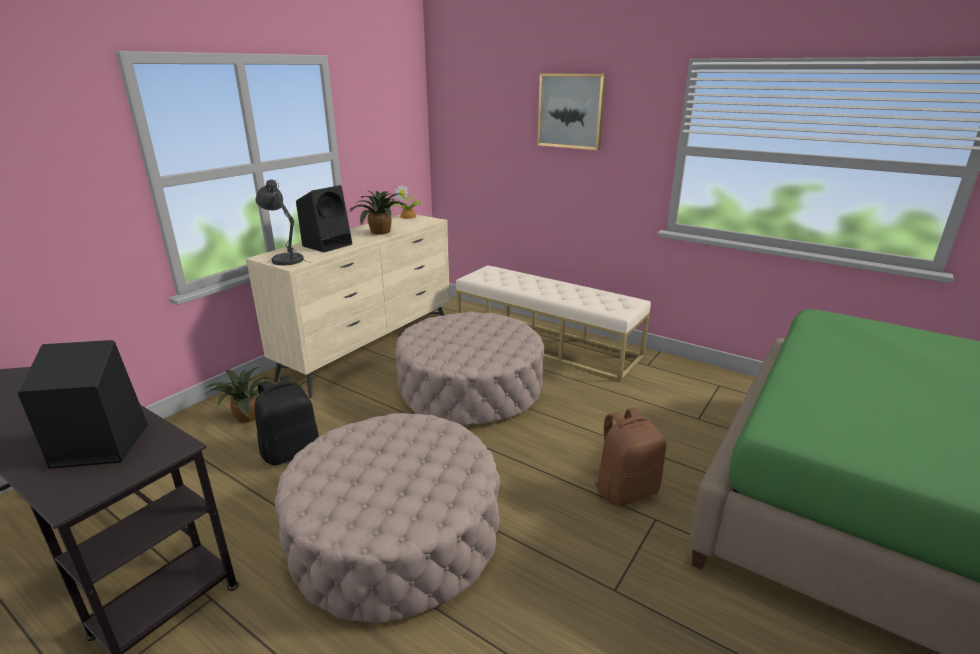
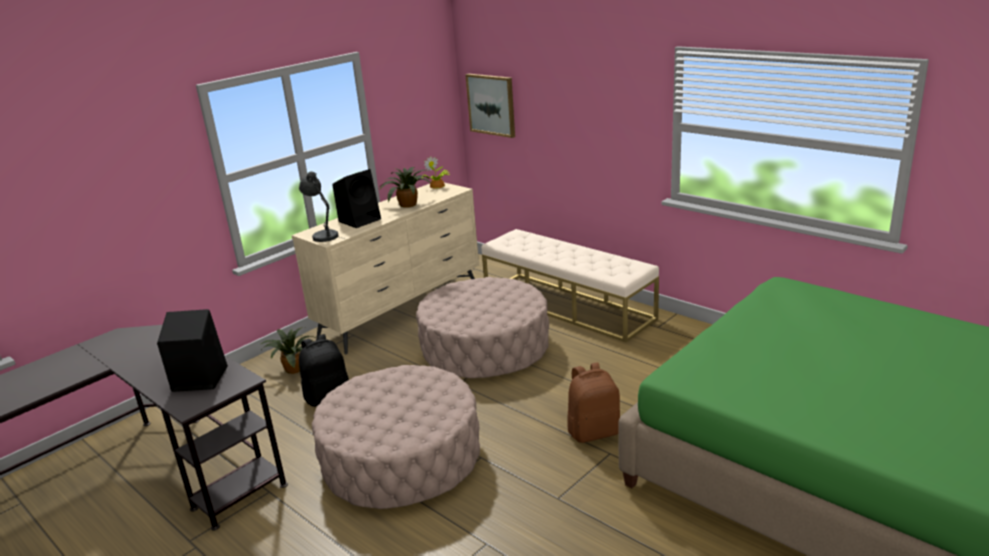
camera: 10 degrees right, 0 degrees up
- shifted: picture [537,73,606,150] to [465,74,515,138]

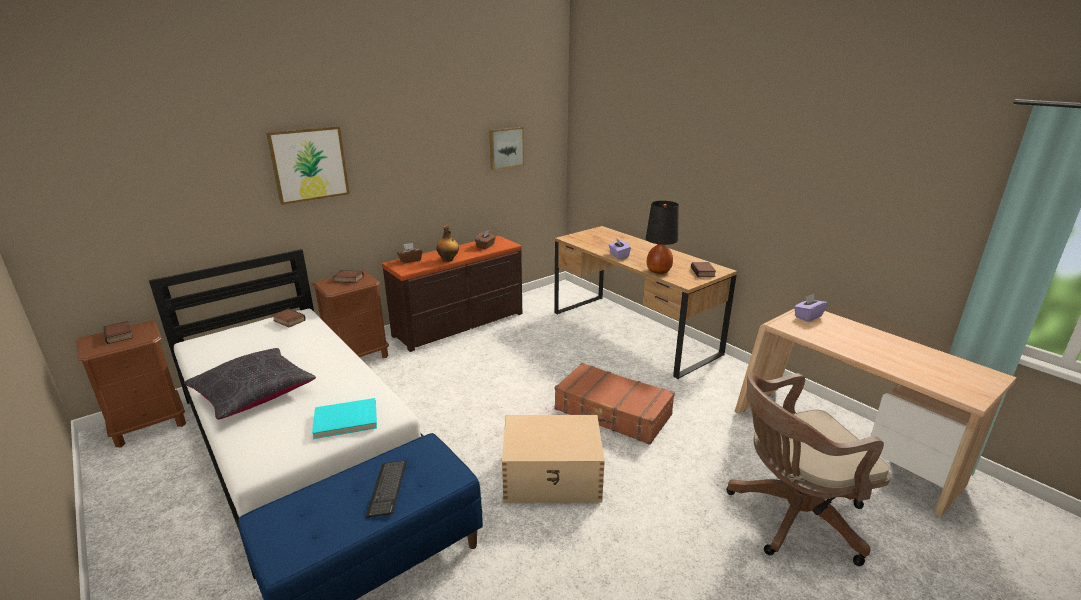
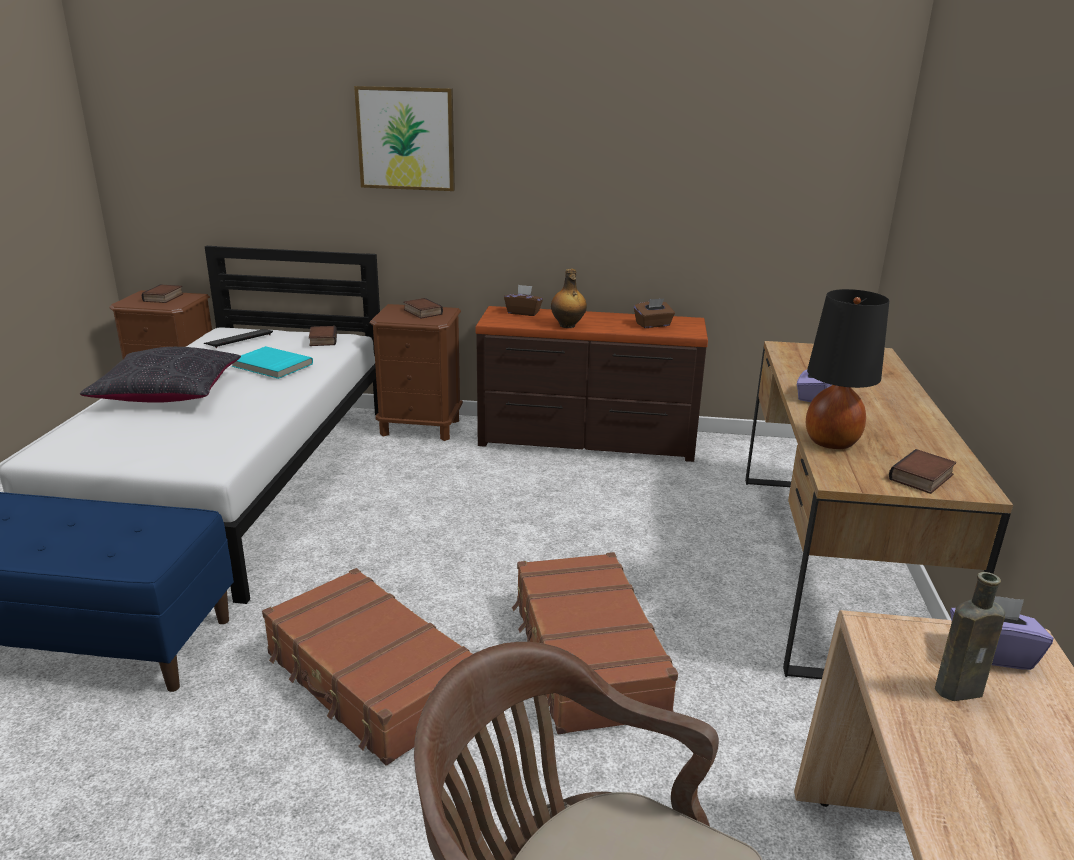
camera: 45 degrees right, 0 degrees up
- shifted: keyboard [365,460,407,518] to [204,329,273,348]
- shifted: turquoise book [312,398,377,439] to [232,346,313,379]
- swapped: beige storage box [502,415,605,503] to brown suitcase [262,568,472,765]
- new: brown bottle [935,572,1005,701]
- gone: picture [489,127,524,170]

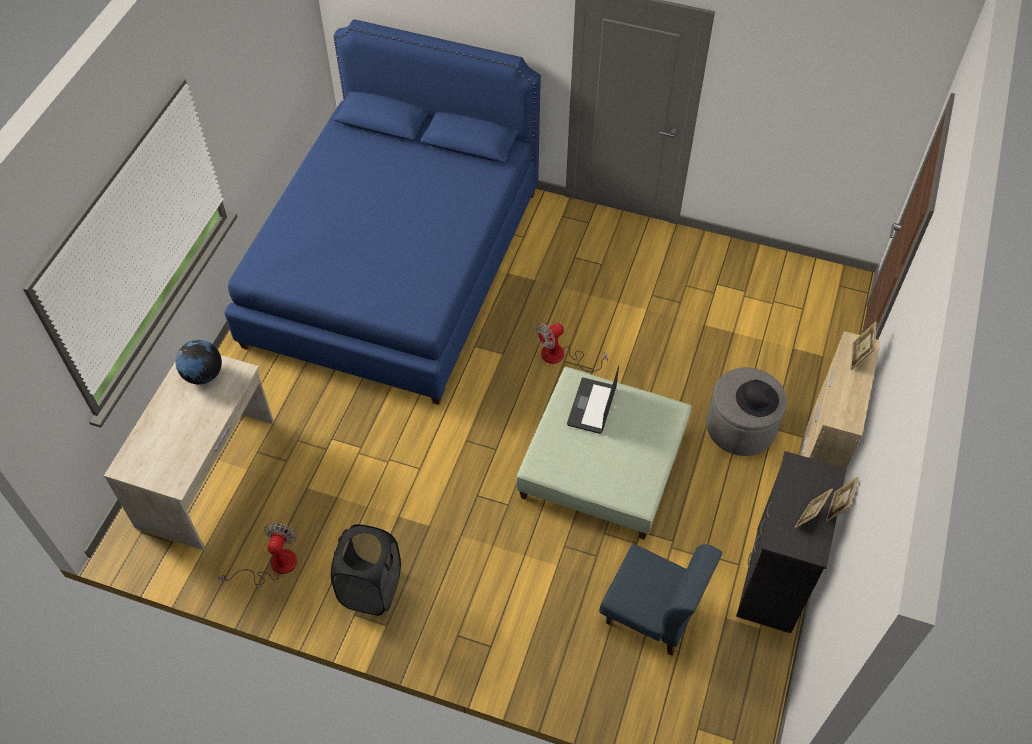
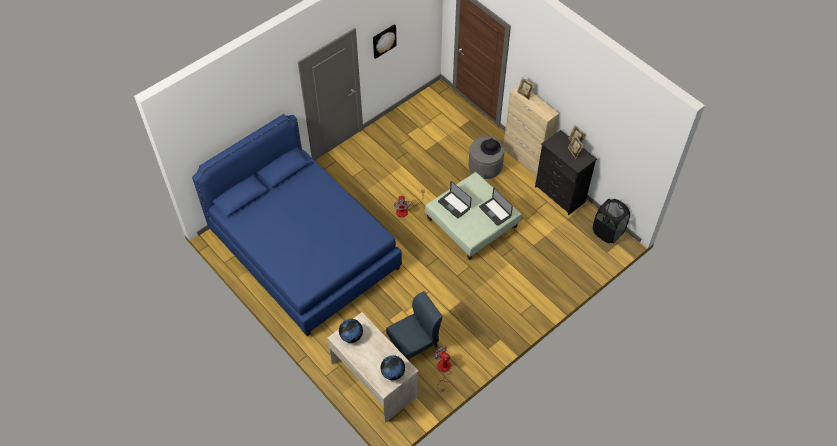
camera: 60 degrees left, 0 degrees up
- new: picture [373,24,397,59]
- new: globe [381,355,405,380]
- shifted: blue chair [599,544,723,656] to [386,291,443,360]
- new: laptop [479,187,513,226]
- shifted: black laundry basket [331,524,401,615] to [593,199,630,243]

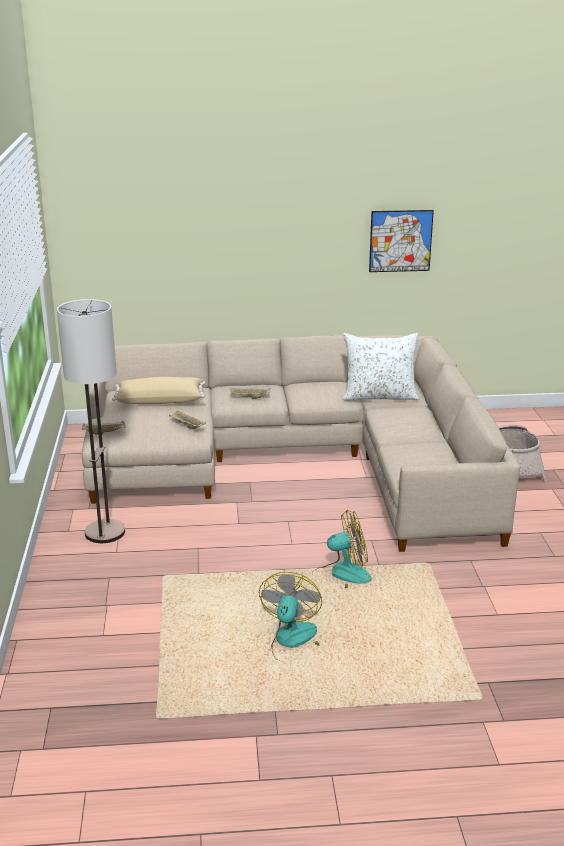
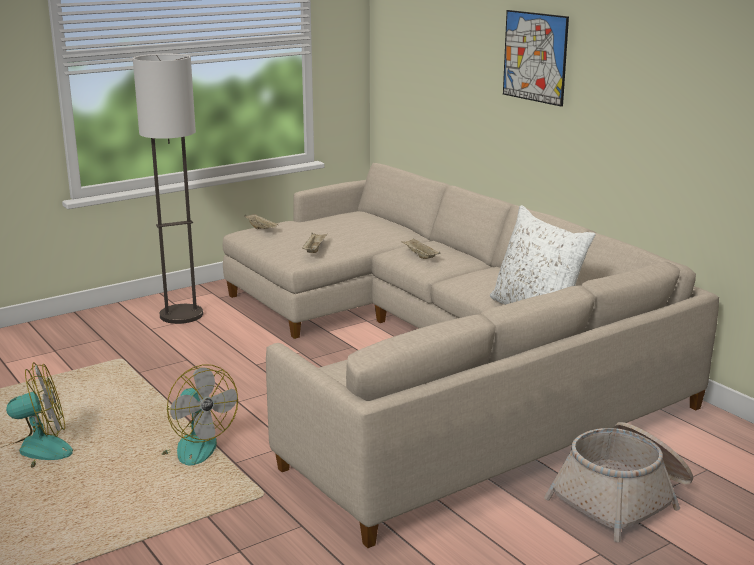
camera: 60 degrees right, 5 degrees down
- shifted: picture [369,210,434,272] to [503,10,569,107]
- gone: beige pillow [112,377,205,404]

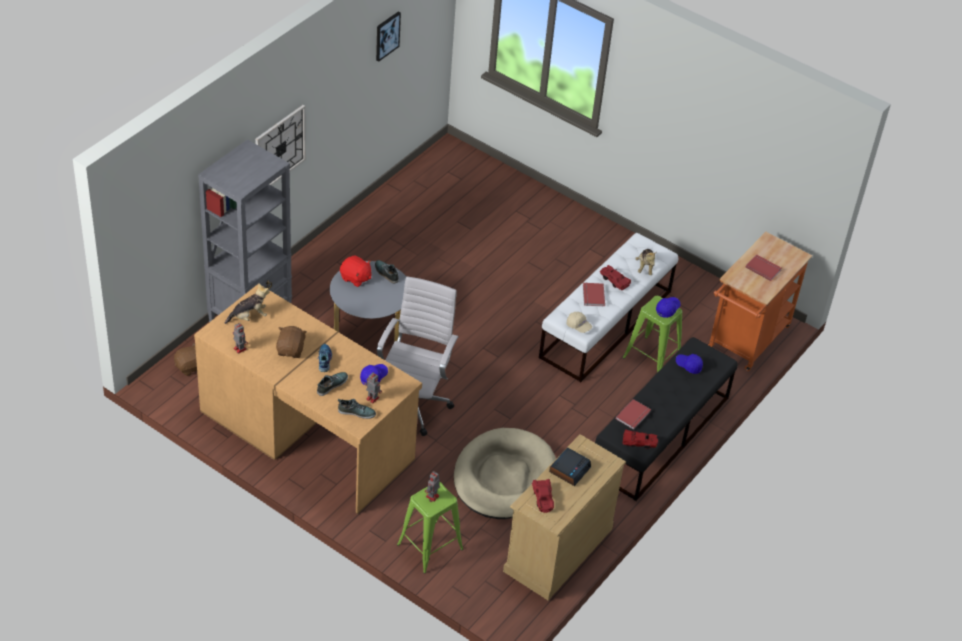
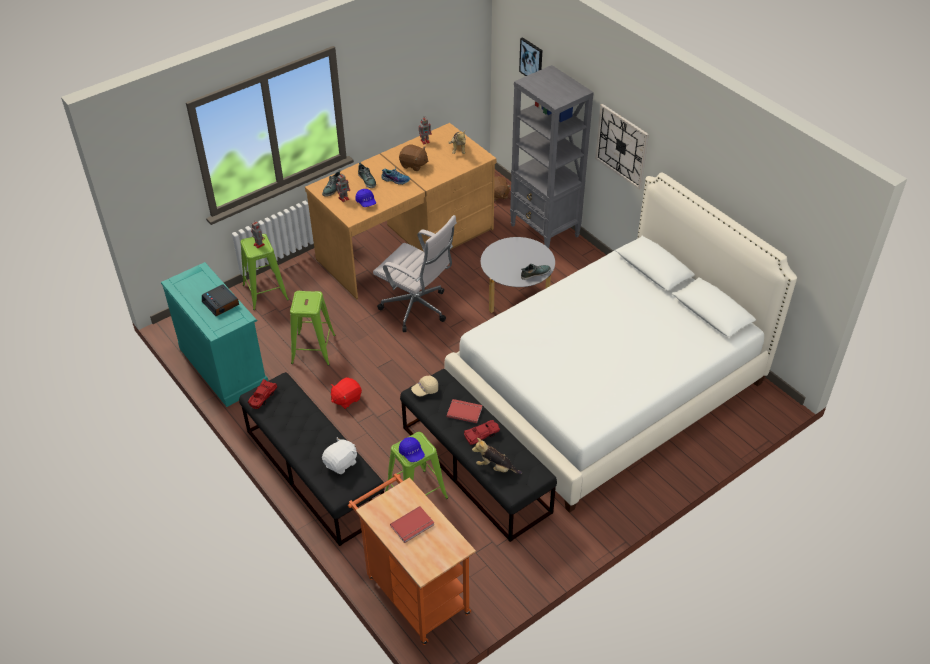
camera: 110 degrees right, 0 degrees up
- repainted: beige dresser [503,434,626,600] to turquoise dresser [161,262,268,407]
- swapped: beige dog bed [454,428,556,519] to green stool [290,291,336,366]
- swapped: blue cap [676,354,703,374] to white plush toy [322,437,357,474]
- shifted: red plush toy [340,255,371,287] to [330,377,362,409]
- repainted: white bench [539,233,678,382] to black bench [400,369,557,542]
- new: white bed [445,173,797,513]
- shifted: picture [376,12,401,62] to [519,37,542,76]
- gone: red toy car [532,479,554,513]
- gone: red book [615,399,651,430]

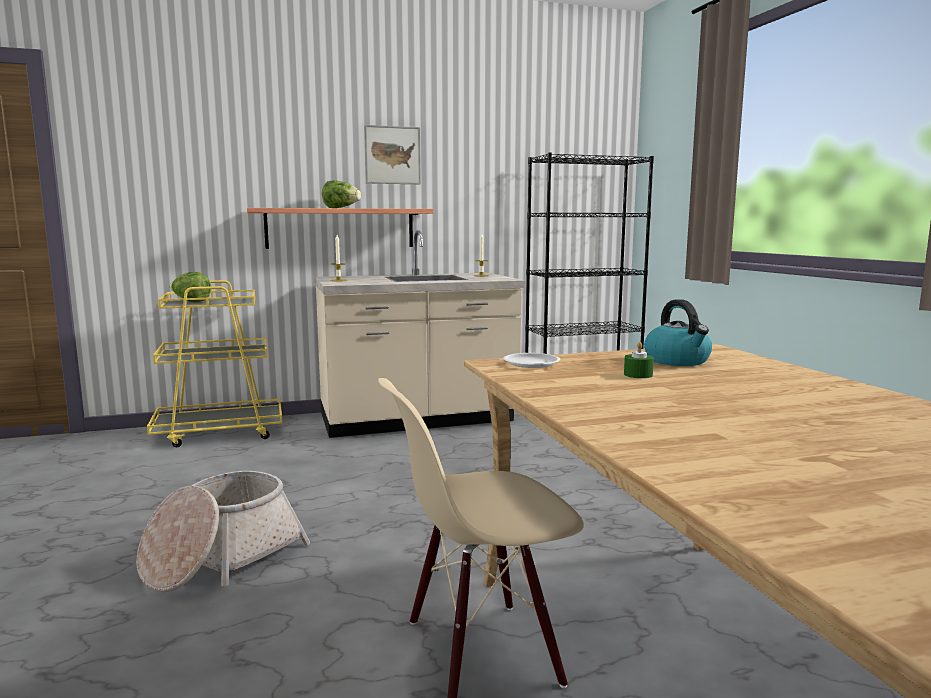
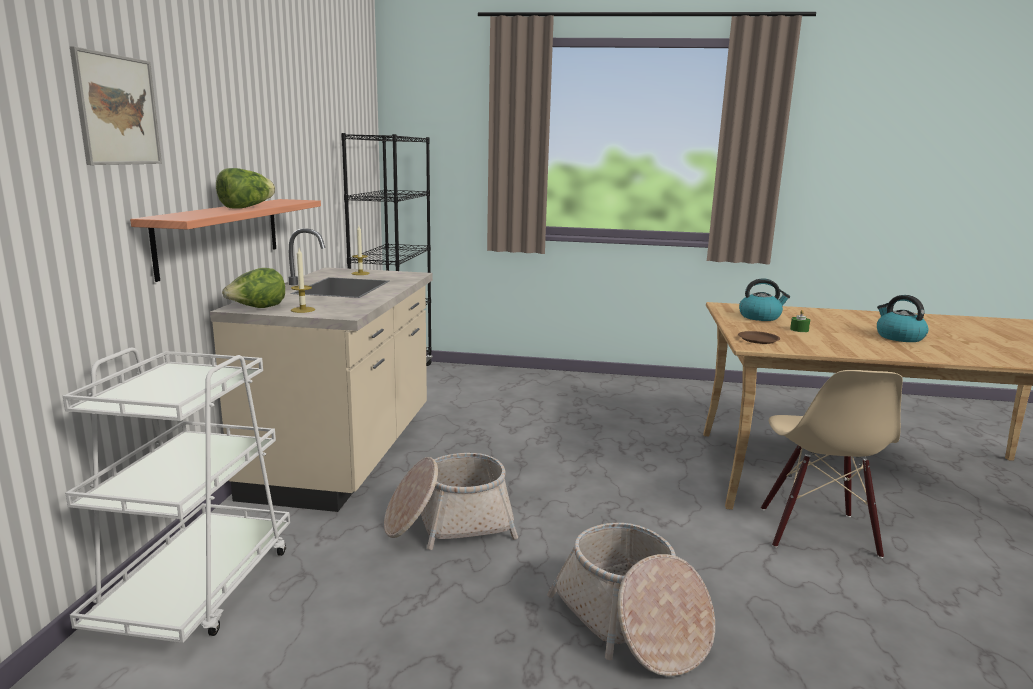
camera: 65 degrees left, 5 degrees up
- repainted: yellow cart [147,280,282,447] to white cart [63,348,290,643]
- shifted: picture [364,125,421,184] to [70,46,162,165]
- shifted: lettuce [170,272,211,302] to [222,268,285,308]
- new: basket [384,453,518,550]
- repainted: white plate [503,353,560,368] to brown plate [738,331,780,344]
- new: kettle [877,295,929,342]

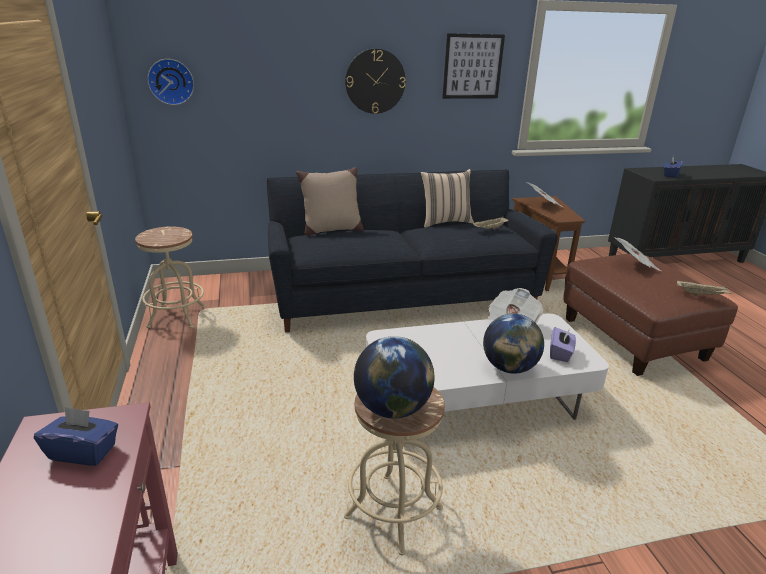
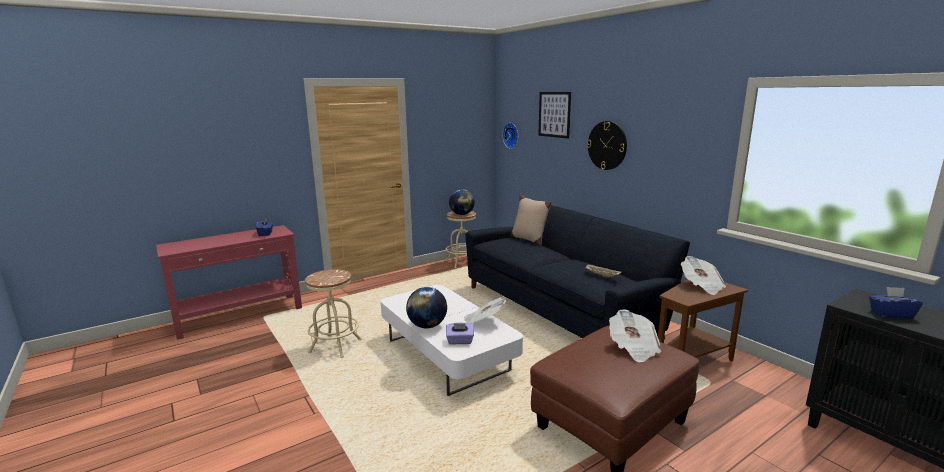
camera: 70 degrees right, 10 degrees down
- shifted: globe [354,336,435,418] to [449,189,475,215]
- shifted: picture [442,33,505,99] to [538,92,571,139]
- gone: beige pillow [421,169,474,228]
- gone: beige tray [677,280,732,296]

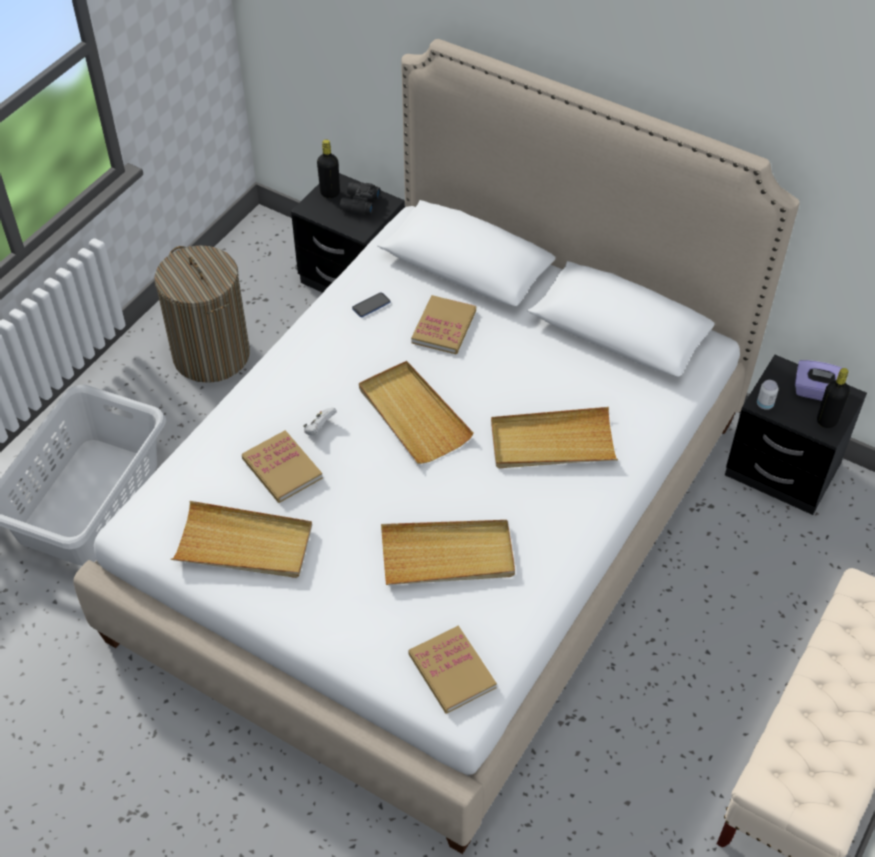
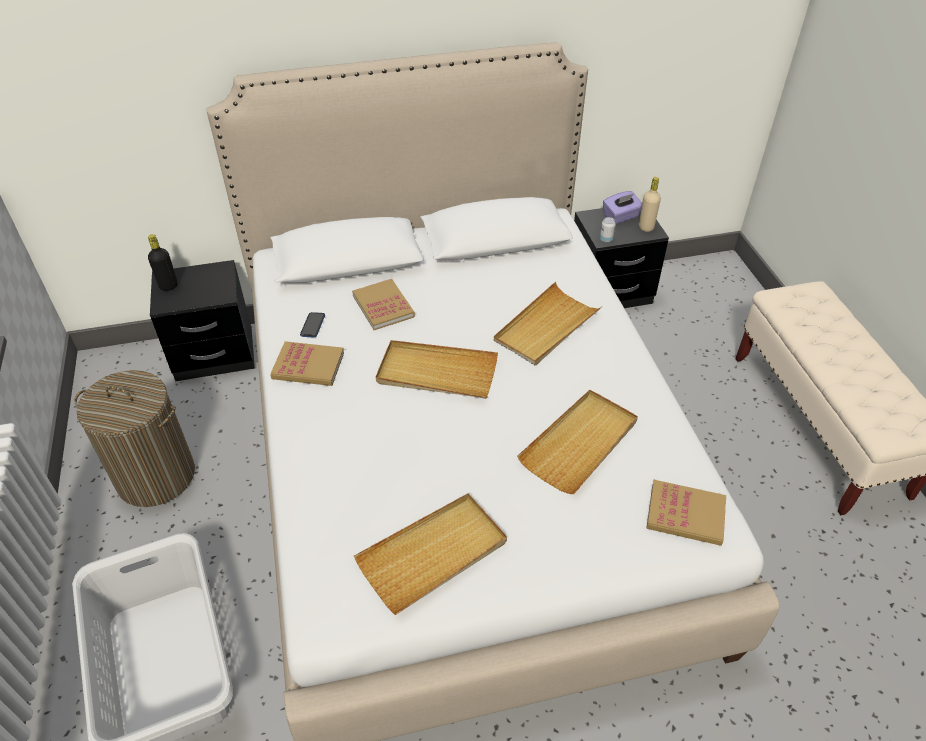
camera: 45 degrees left, 5 degrees down
- shifted: book [242,430,323,503] to [271,341,344,386]
- repainted: black bottle [817,368,849,428] to beige bottle [639,177,661,232]
- gone: white game controller [303,408,337,436]
- gone: black binoculars [340,182,381,215]

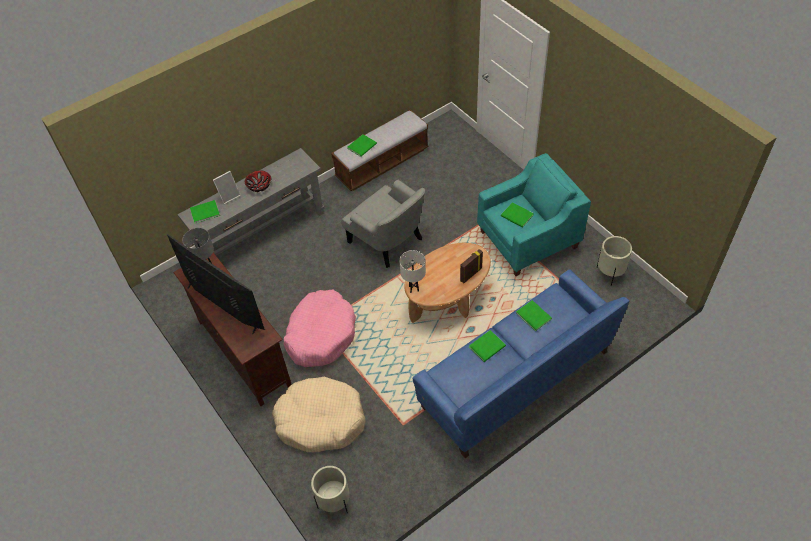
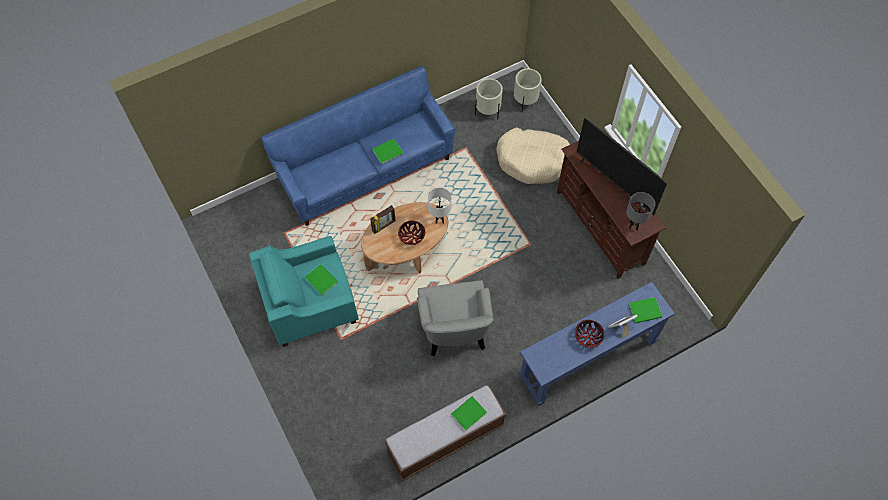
camera: 175 degrees left, 10 degrees up
- new: bowl [398,220,425,245]
- rotated: grey armchair [341,179,425,268] = [417,280,494,356] 150 degrees counterclockwise
- shifted: beige planter [597,236,632,286] to [475,78,503,119]
- repainted: grey console table [177,148,324,255] to blue console table [519,282,675,406]
- gone: pink dog bed [284,289,356,367]
- gone: green book [516,300,552,331]

